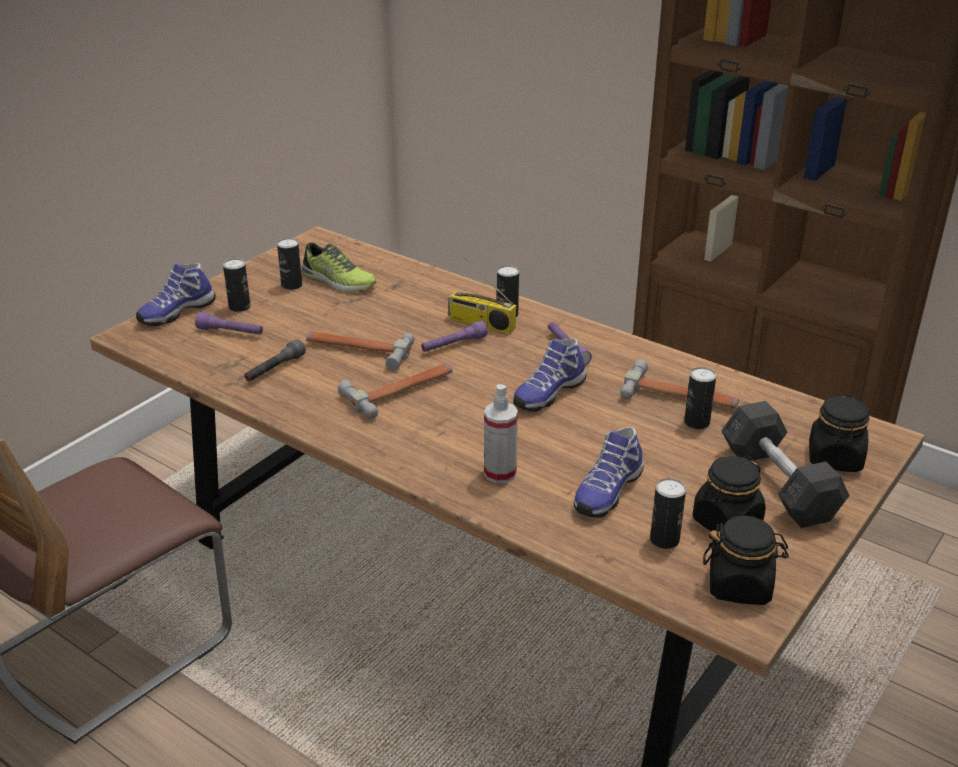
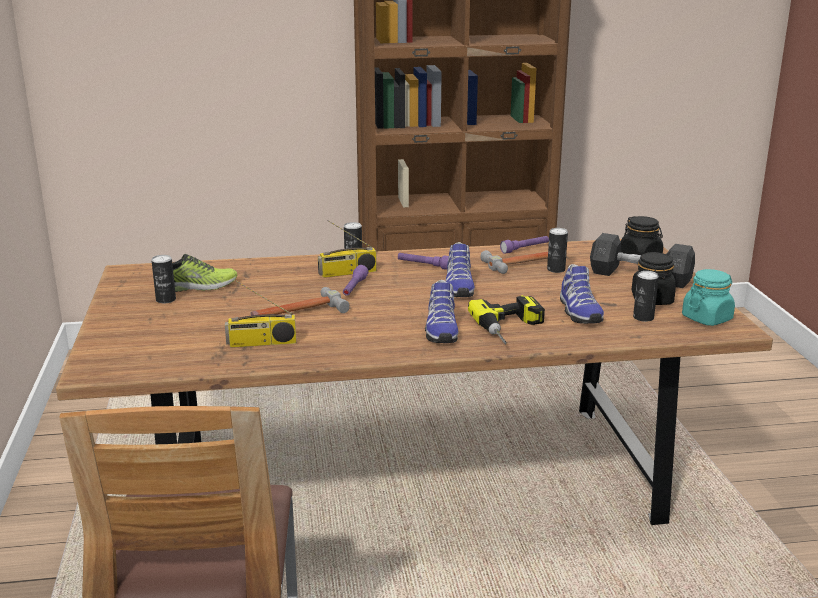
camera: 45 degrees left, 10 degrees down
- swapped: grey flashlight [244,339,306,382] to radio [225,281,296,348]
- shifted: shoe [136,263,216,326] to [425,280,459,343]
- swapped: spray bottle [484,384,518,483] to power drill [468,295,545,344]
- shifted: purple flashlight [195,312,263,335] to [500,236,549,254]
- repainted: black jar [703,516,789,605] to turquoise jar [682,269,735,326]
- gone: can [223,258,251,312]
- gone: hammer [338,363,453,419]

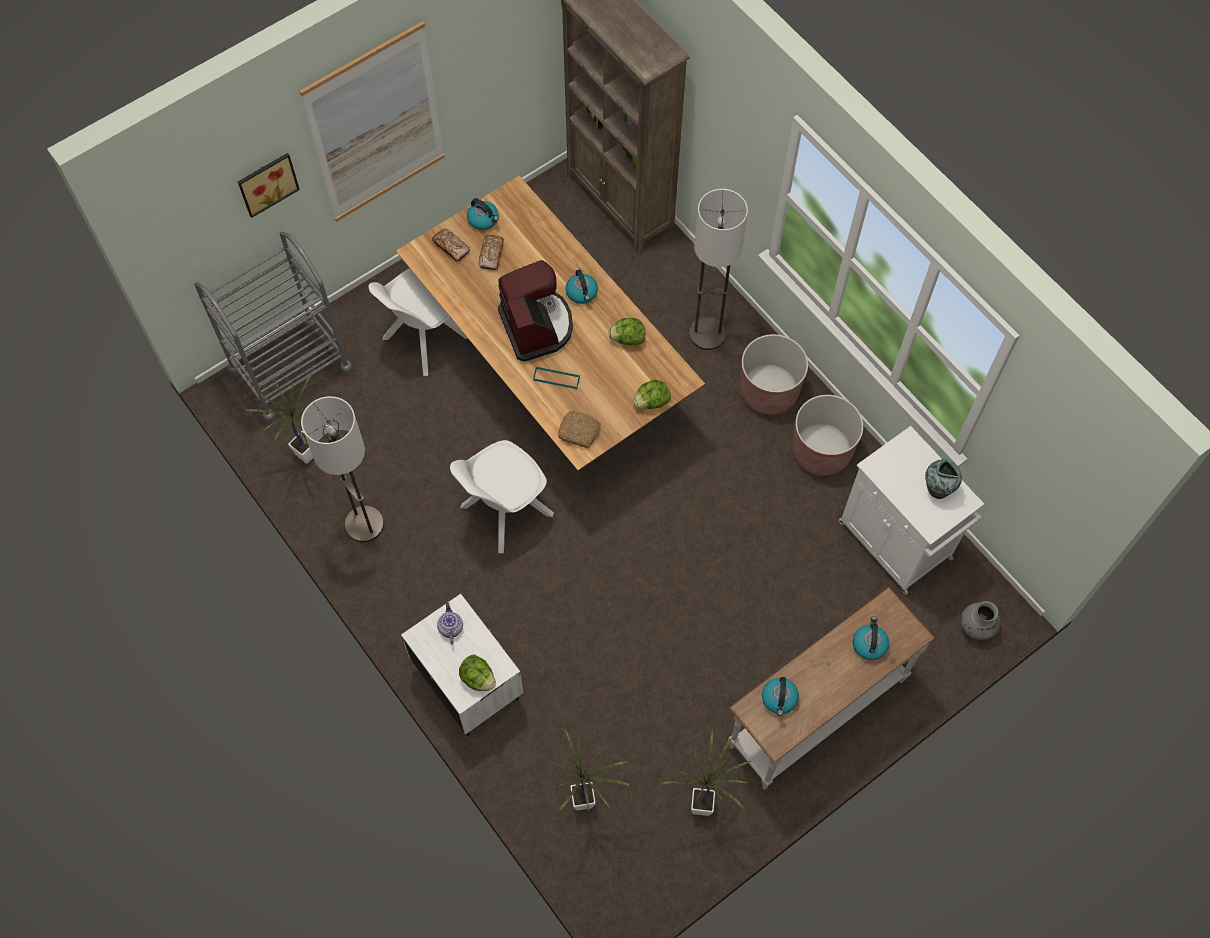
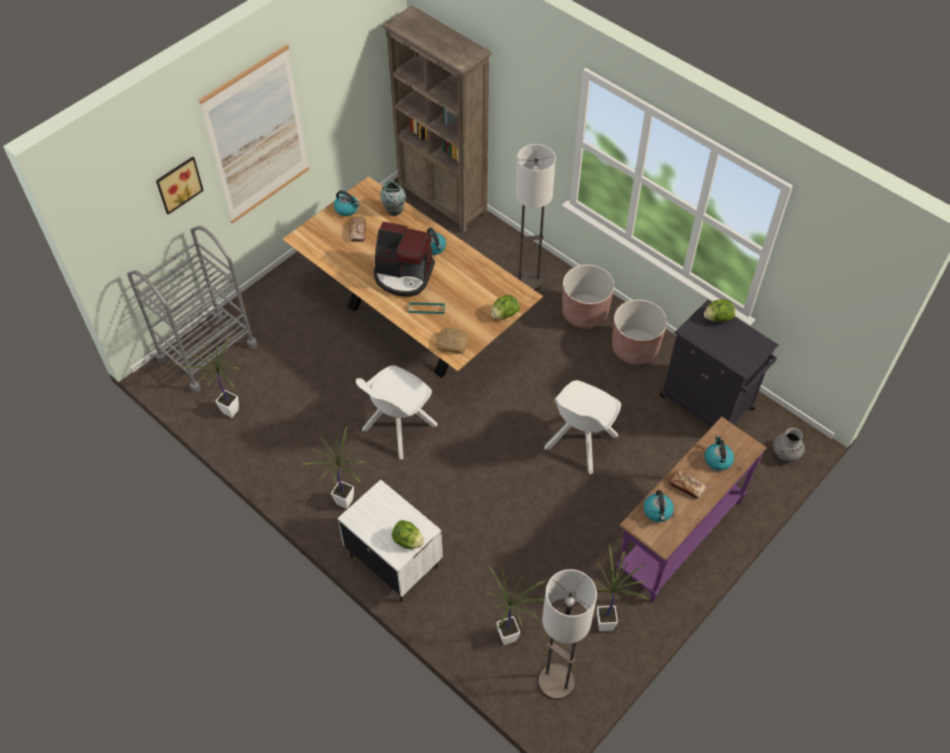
camera: 10 degrees left, 10 degrees down
- new: potted plant [301,426,368,509]
- rotated: coffee machine [498,260,573,362] = [374,221,435,297] 135 degrees clockwise
- shifted: vase [925,459,962,499] to [380,180,406,216]
- shifted: floor lamp [301,396,384,542] to [538,569,597,699]
- shifted: white chair [368,268,468,376] to [544,380,621,474]
- repainted: white console table [728,587,935,790] to purple console table [615,416,767,603]
- repainted: white cabinet [838,426,984,595] to black cabinet [660,300,778,427]
- shifted: bread [432,229,470,261] to [668,470,706,499]
- shifted: lettuce [609,318,645,345] to [704,299,735,322]
- gone: teapot [437,602,463,645]

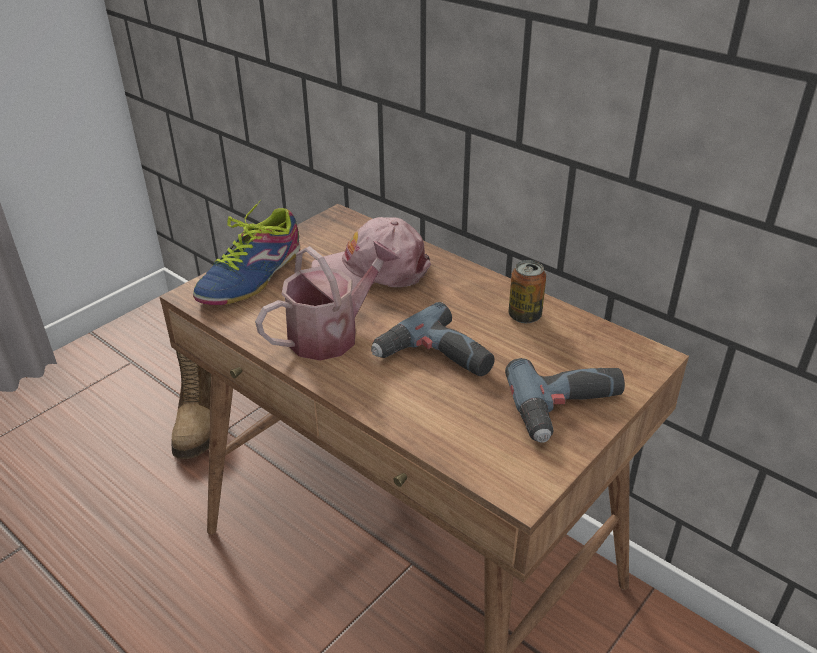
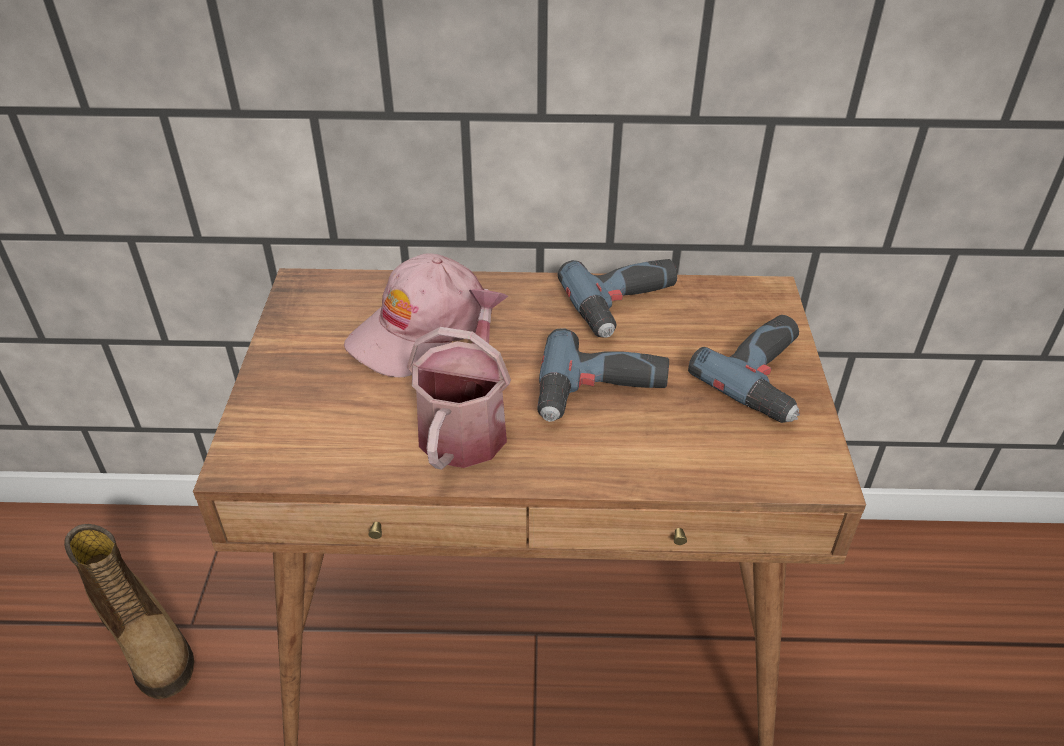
camera: 40 degrees left, 5 degrees up
- swapped: can [508,260,546,323] to power drill [558,259,677,337]
- gone: shoe [193,200,300,305]

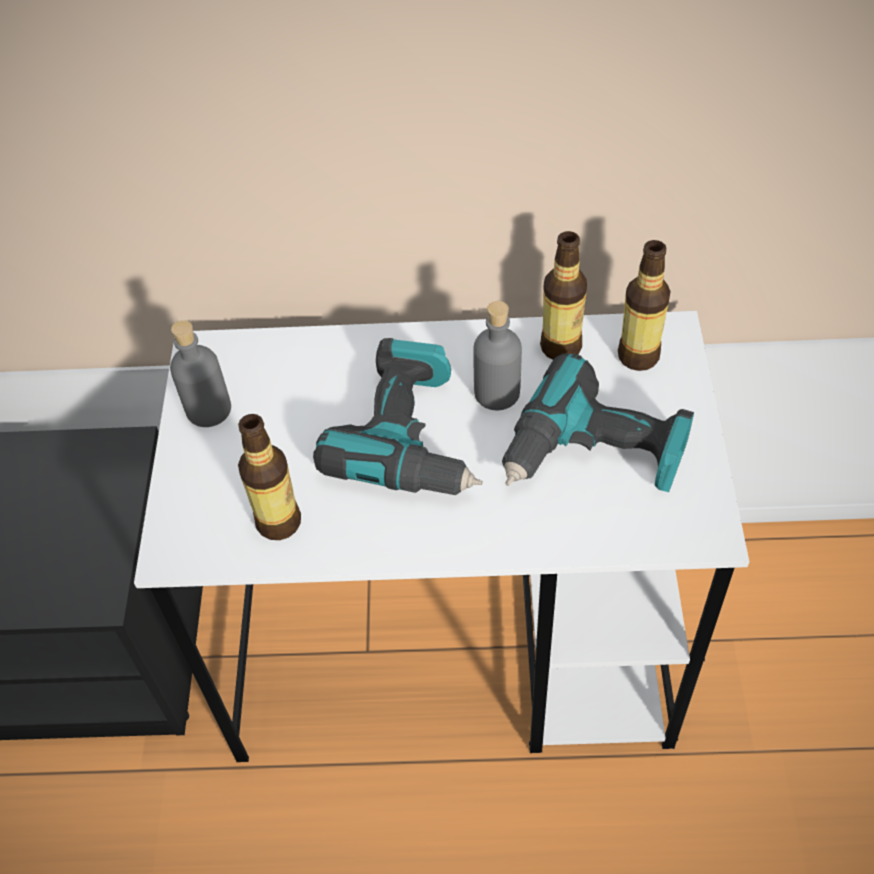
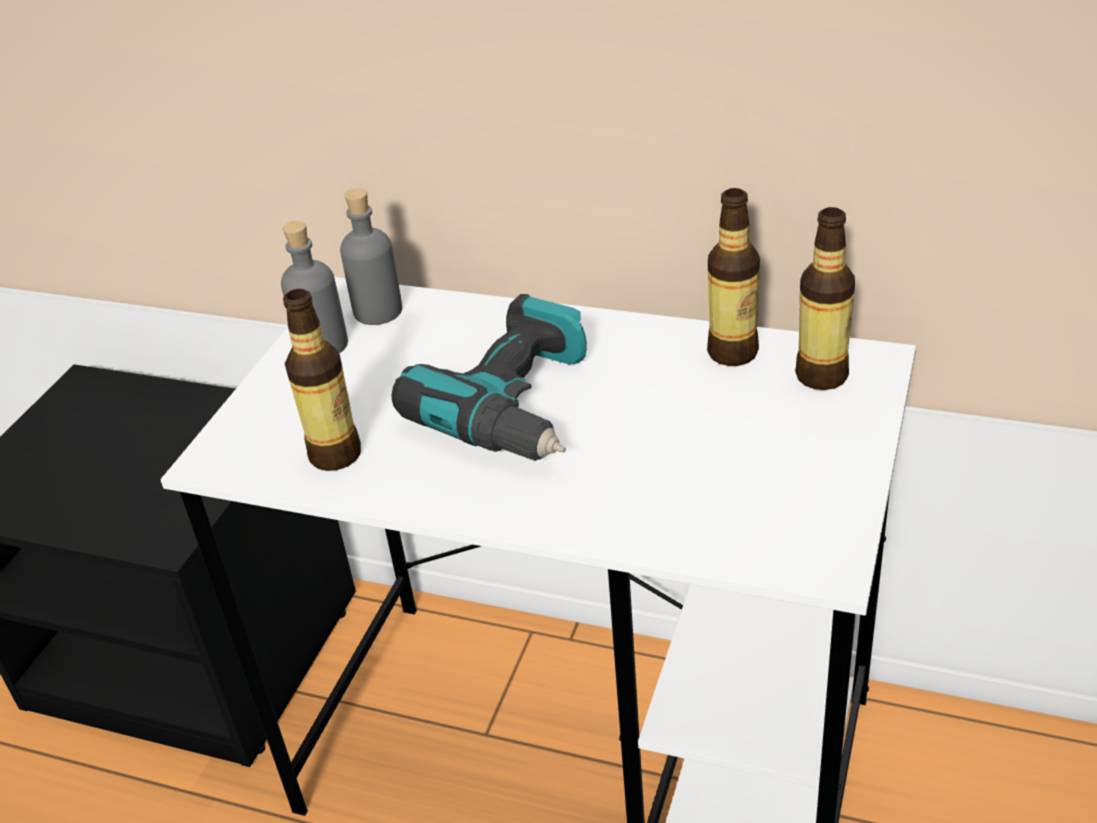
camera: 20 degrees right, 15 degrees down
- shifted: grey bottle [473,301,522,410] to [340,188,402,325]
- gone: power drill [502,353,694,492]

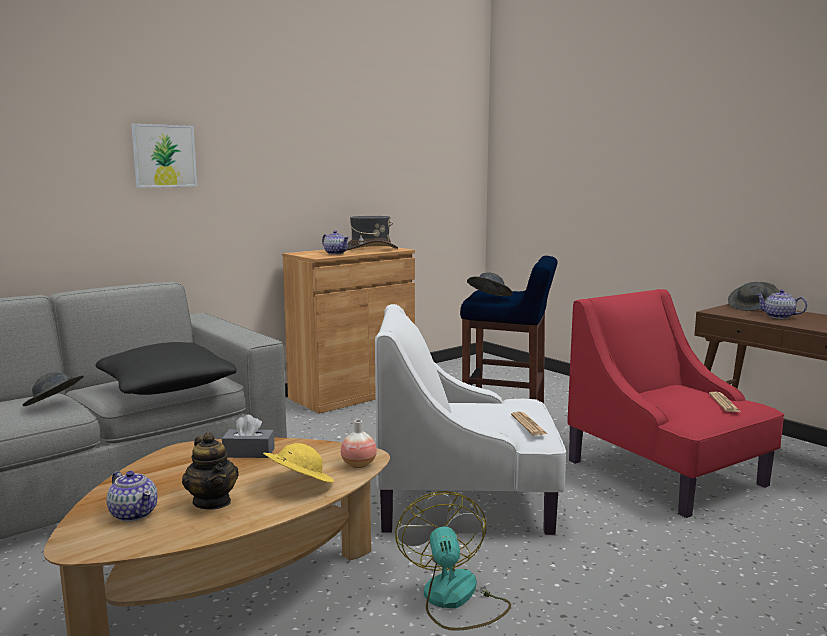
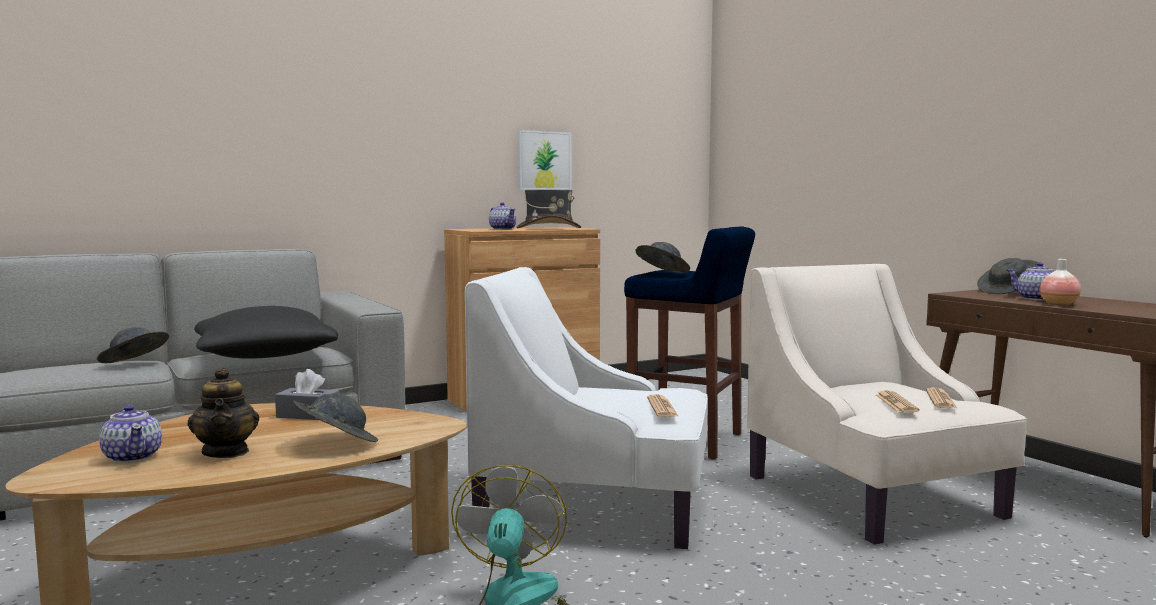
camera: 10 degrees right, 5 degrees down
- repainted: yellow hat [263,443,334,483] to grey hat [293,393,378,442]
- shifted: picture [131,124,197,188] to [518,130,571,190]
- repainted: red armchair [567,289,784,518] to beige armchair [747,264,1027,545]
- new: newspaper [876,390,919,412]
- shifted: vase [341,420,377,468] to [1040,259,1081,306]

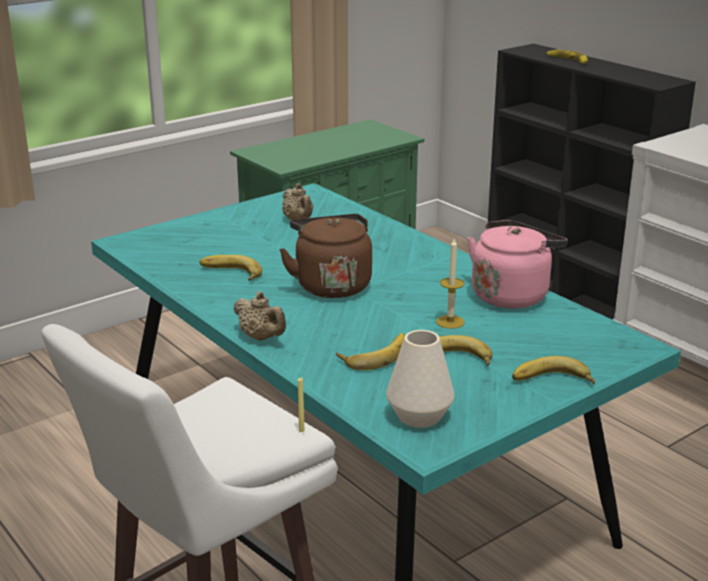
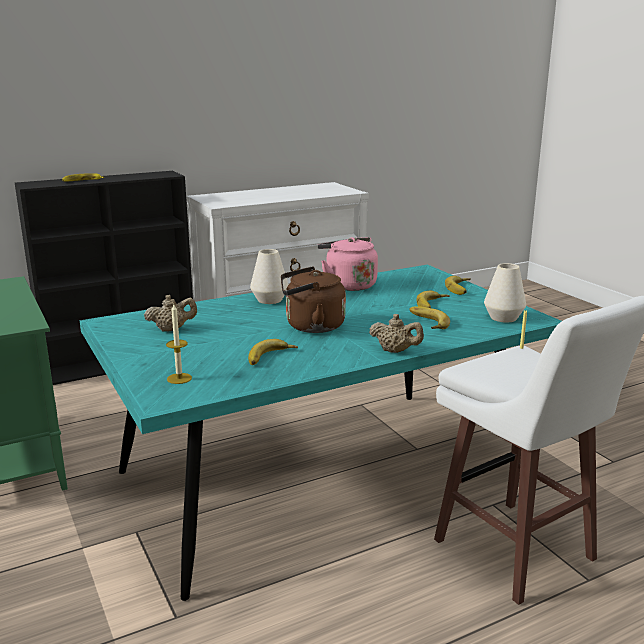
camera: 80 degrees left, 5 degrees down
- shifted: candle [436,239,464,329] to [166,304,192,384]
- new: white vase [250,249,289,304]
- rotated: beige teapot [233,291,286,341] = [369,314,424,353] 60 degrees clockwise

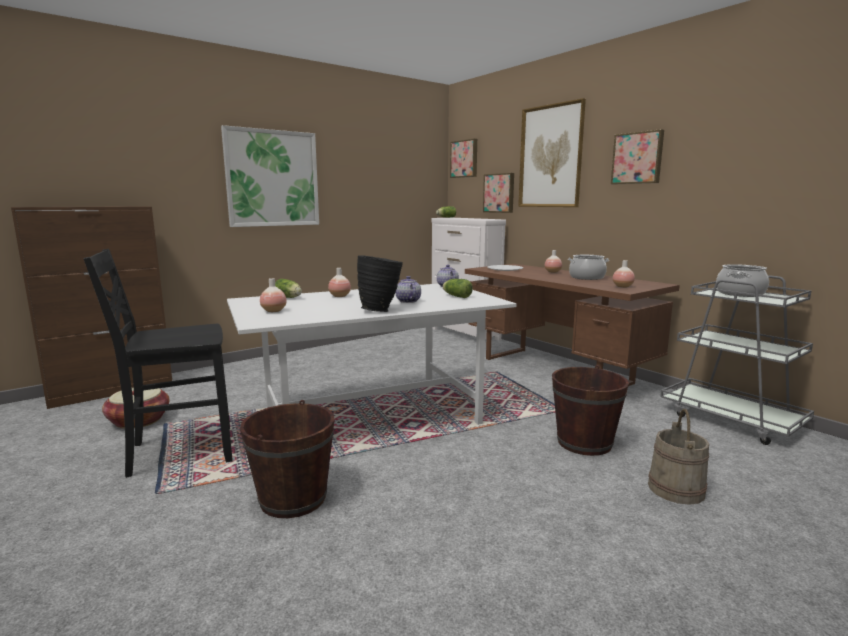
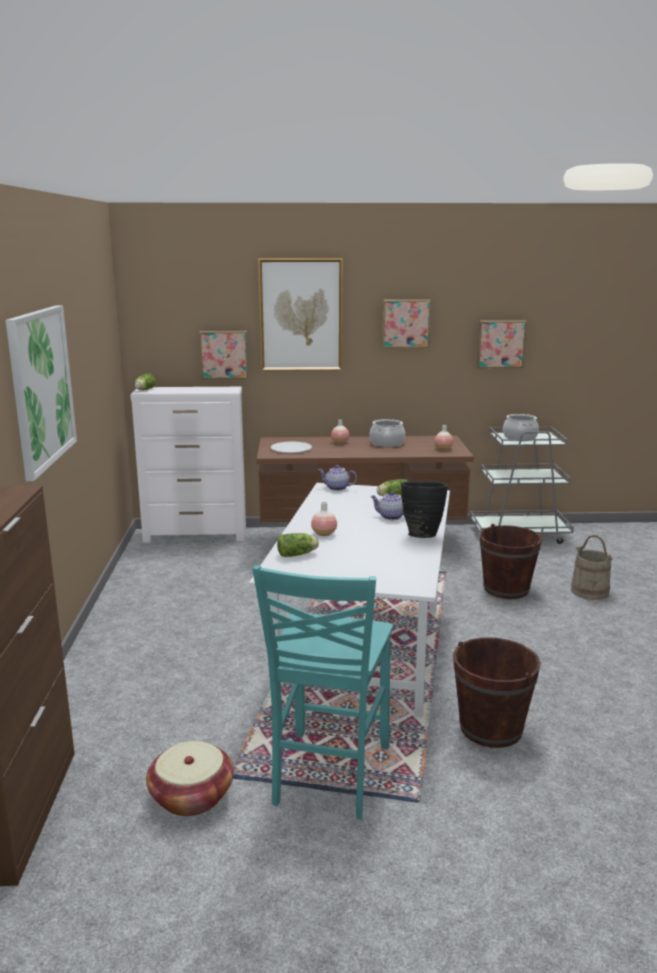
camera: 55 degrees left, 5 degrees up
- repainted: black chair [83,249,233,478] to turquoise chair [252,565,393,820]
- shifted: picture [450,139,477,178] to [476,320,527,368]
- gone: vase [260,278,287,312]

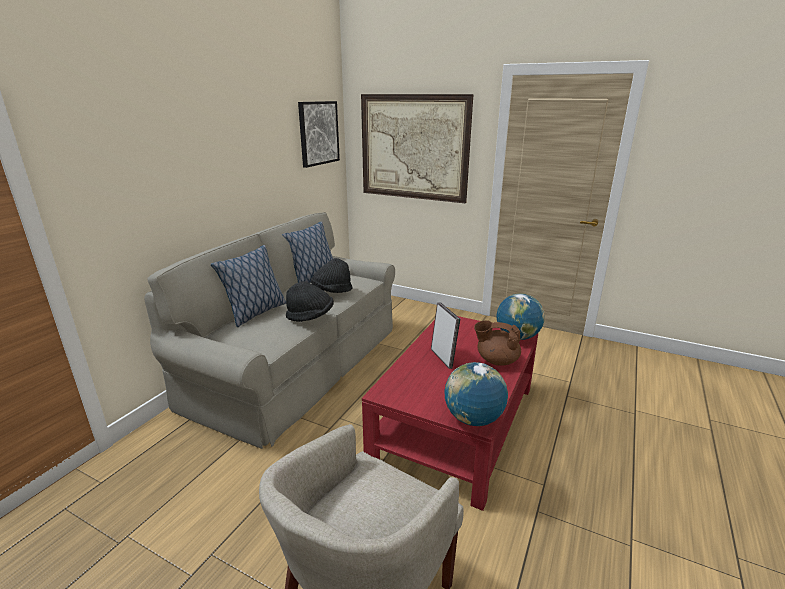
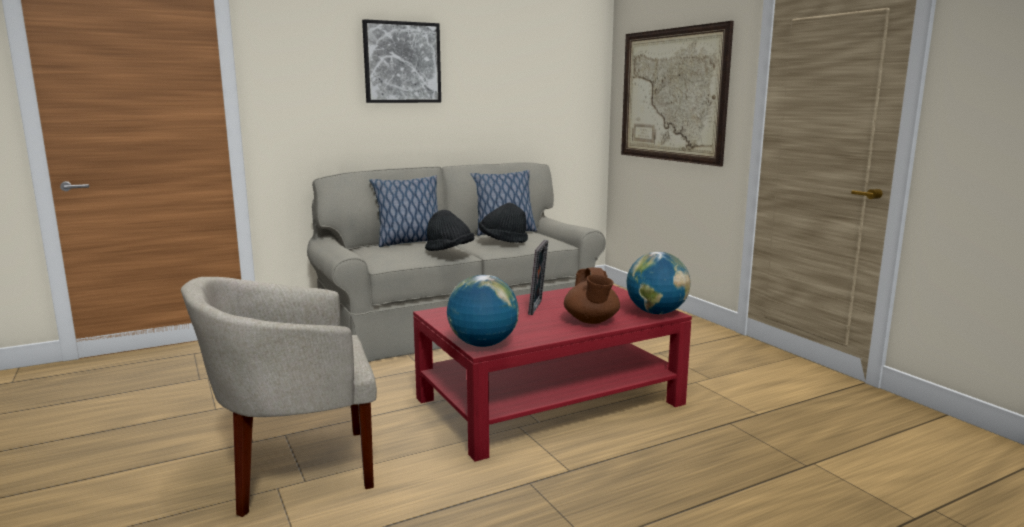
camera: 35 degrees right, 10 degrees down
- shifted: picture [298,101,340,168] to [362,19,441,103]
- rotated: brown teapot [474,320,521,366] = [564,268,620,324] 150 degrees counterclockwise

